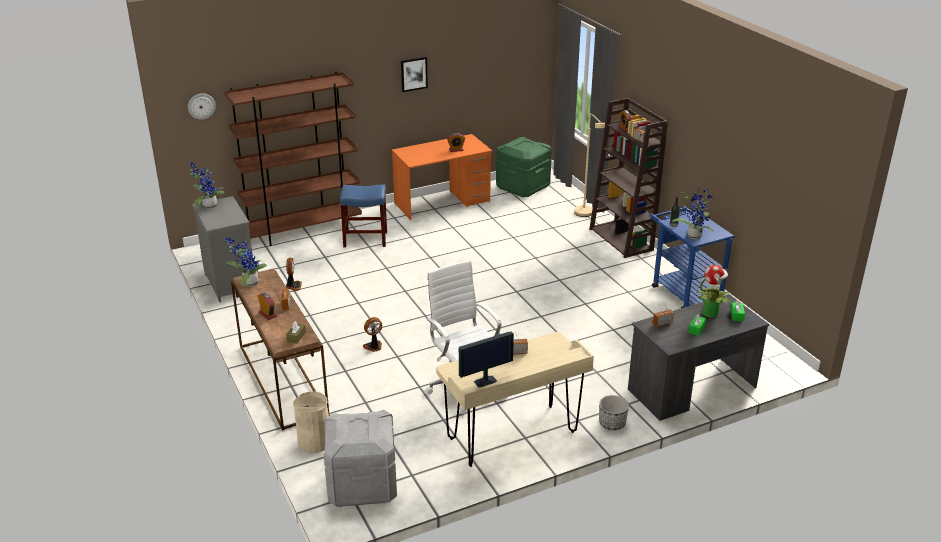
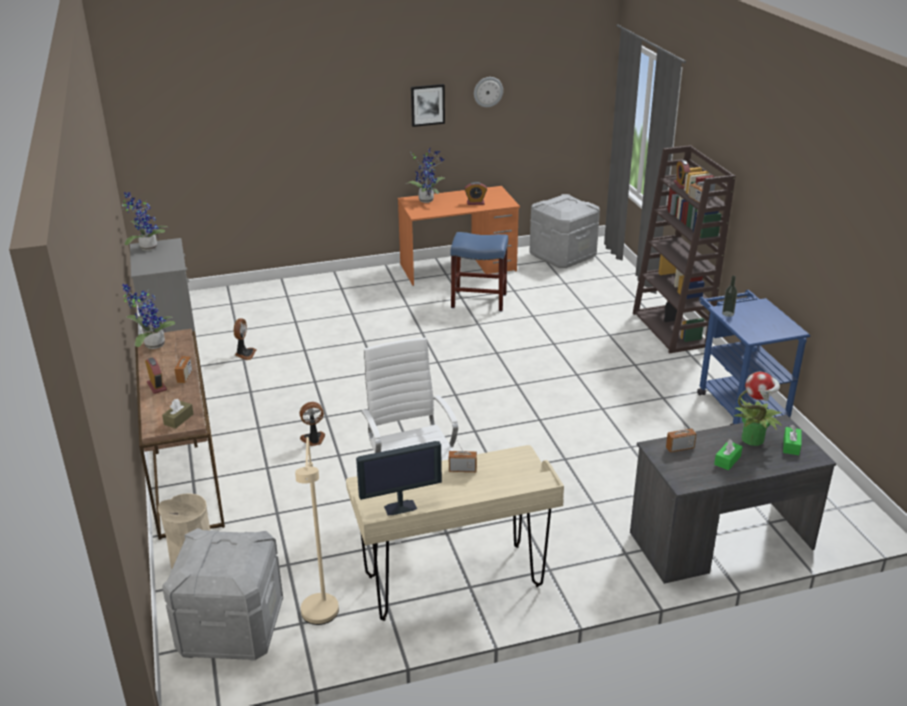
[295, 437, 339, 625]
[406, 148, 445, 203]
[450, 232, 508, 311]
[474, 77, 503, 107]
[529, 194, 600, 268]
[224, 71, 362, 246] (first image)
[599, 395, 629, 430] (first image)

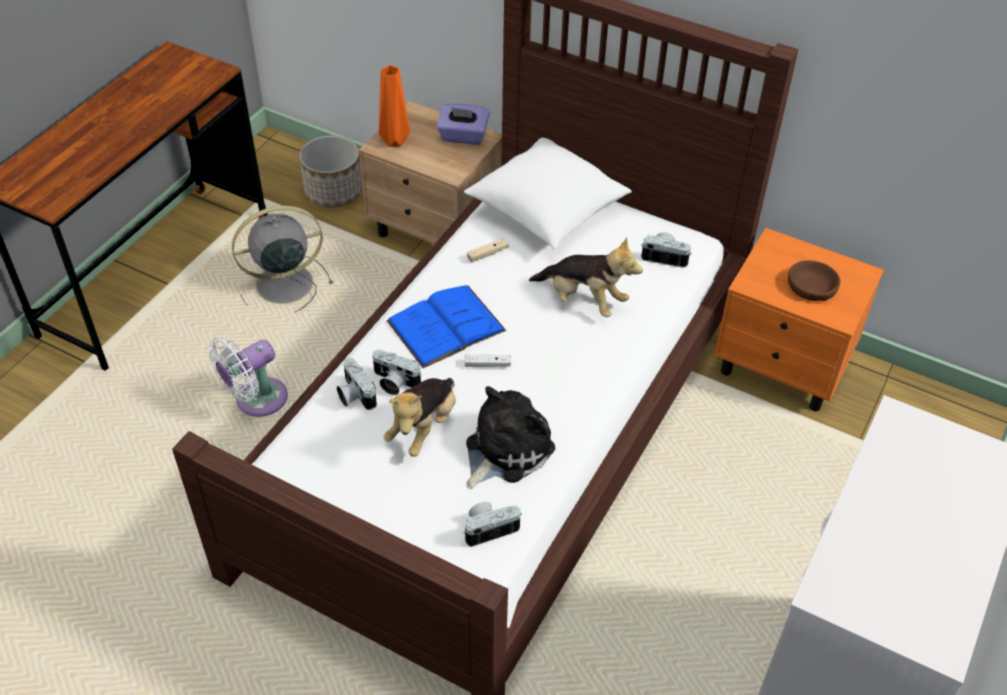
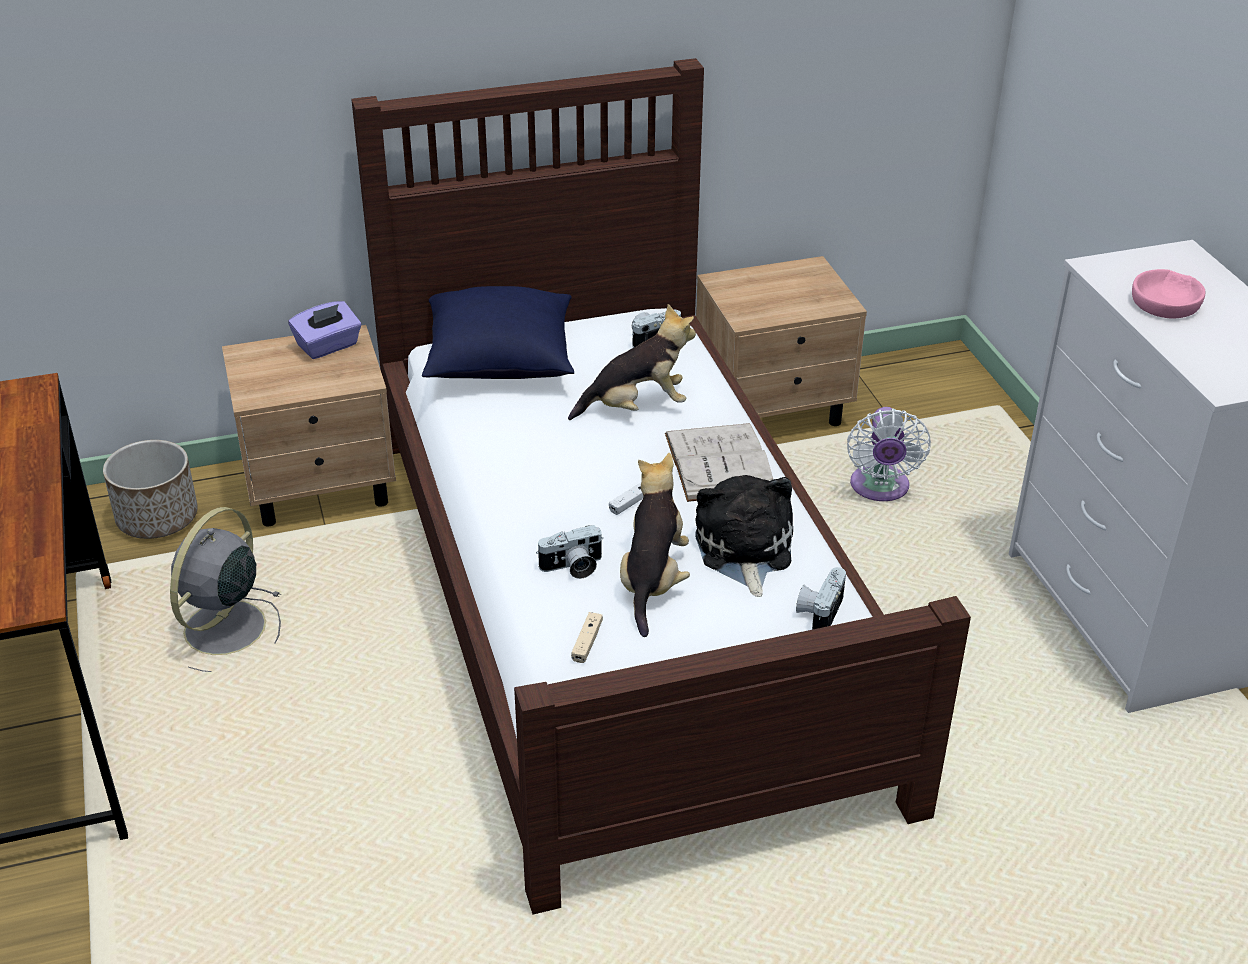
[422, 286, 574, 379]
[571, 612, 603, 663]
[620, 453, 690, 637]
[665, 423, 773, 502]
[696, 256, 867, 426]
[847, 407, 931, 501]
[1132, 269, 1205, 319]
[337, 358, 377, 410] (first image)
[379, 65, 410, 147] (first image)
[387, 285, 506, 368] (first image)
[788, 260, 840, 301] (first image)

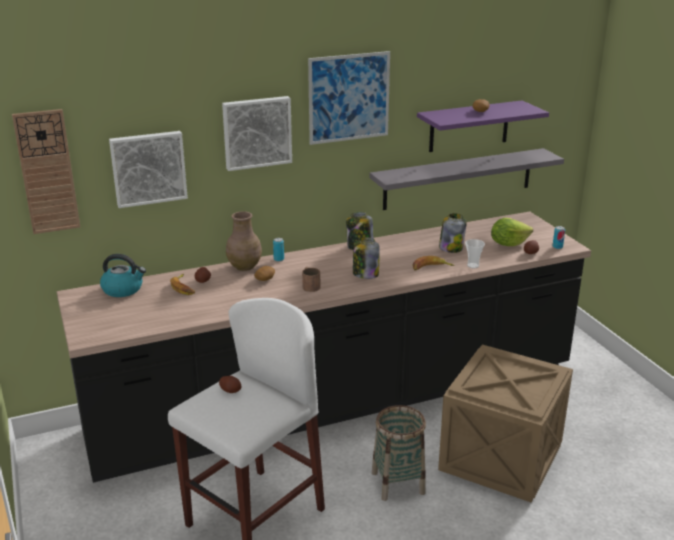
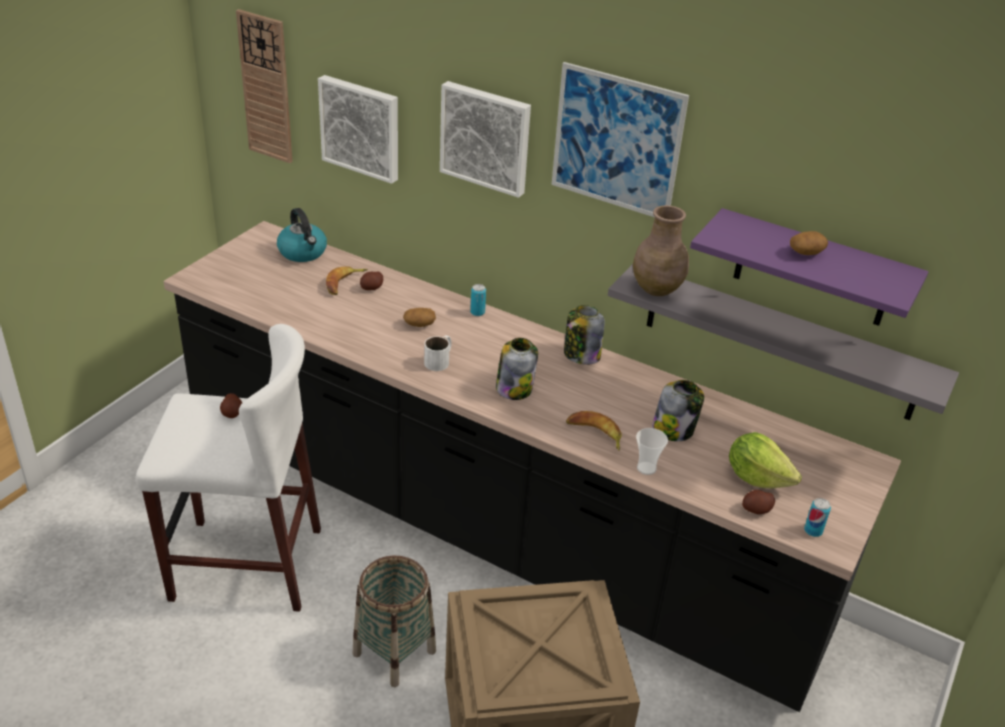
[424, 335, 452, 371]
[633, 205, 689, 296]

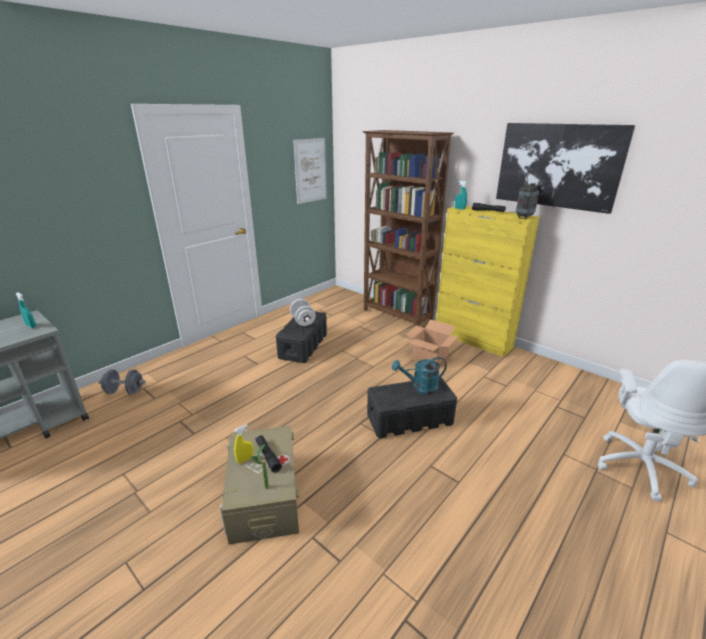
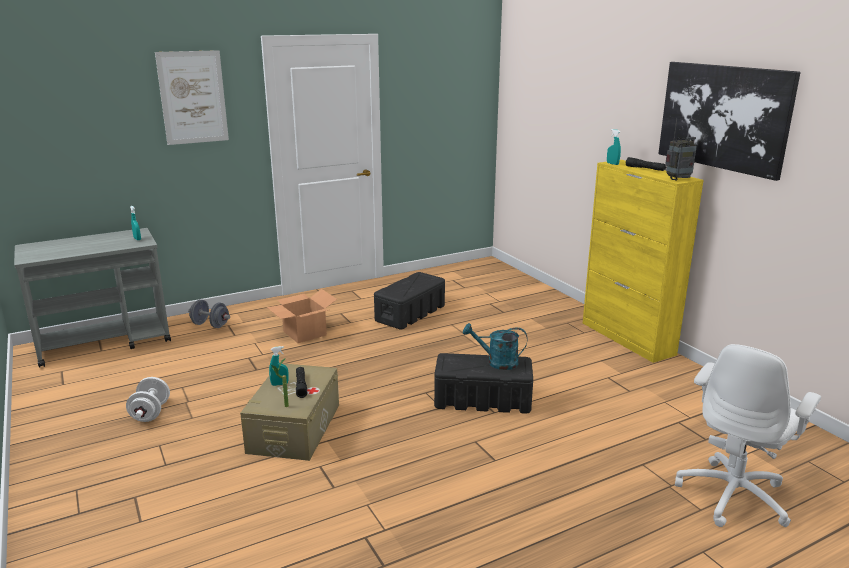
[126, 377, 170, 422]
[155, 50, 229, 145]
[267, 289, 337, 343]
[269, 346, 289, 386]
[362, 130, 454, 326] (first image)

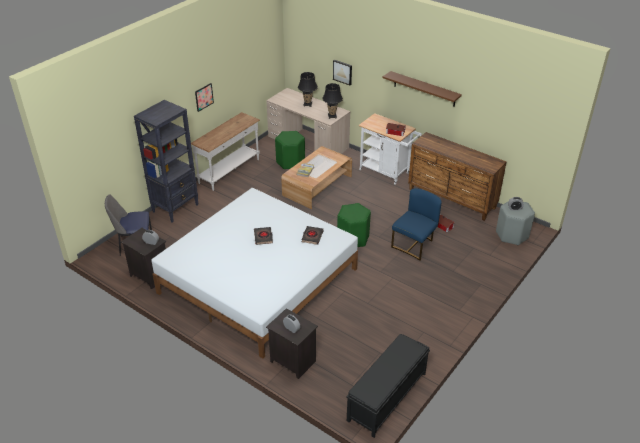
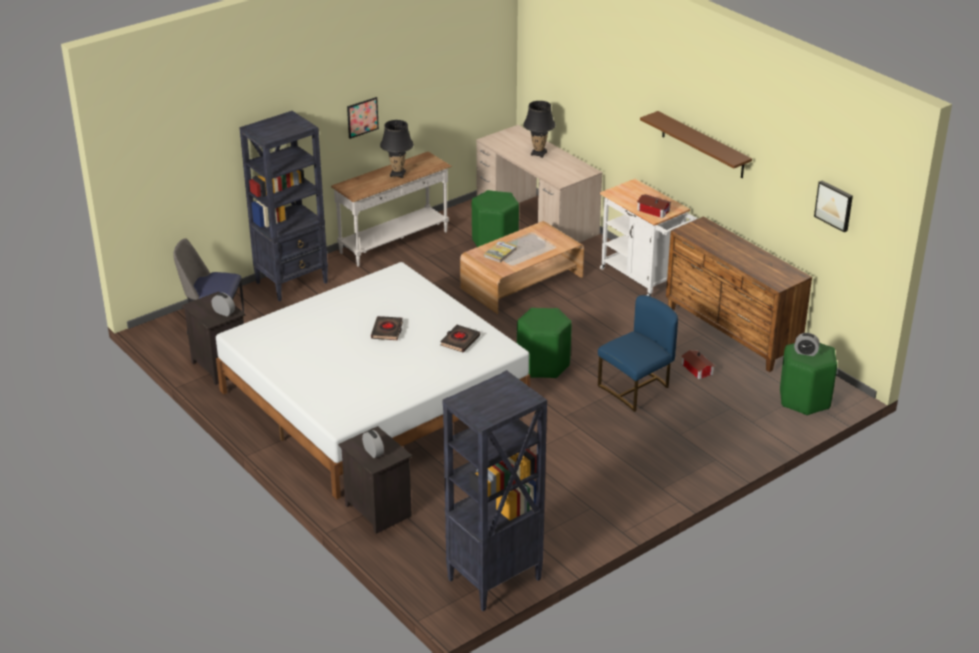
[380, 120, 414, 178]
[442, 370, 547, 611]
[780, 343, 837, 416]
[814, 181, 853, 232]

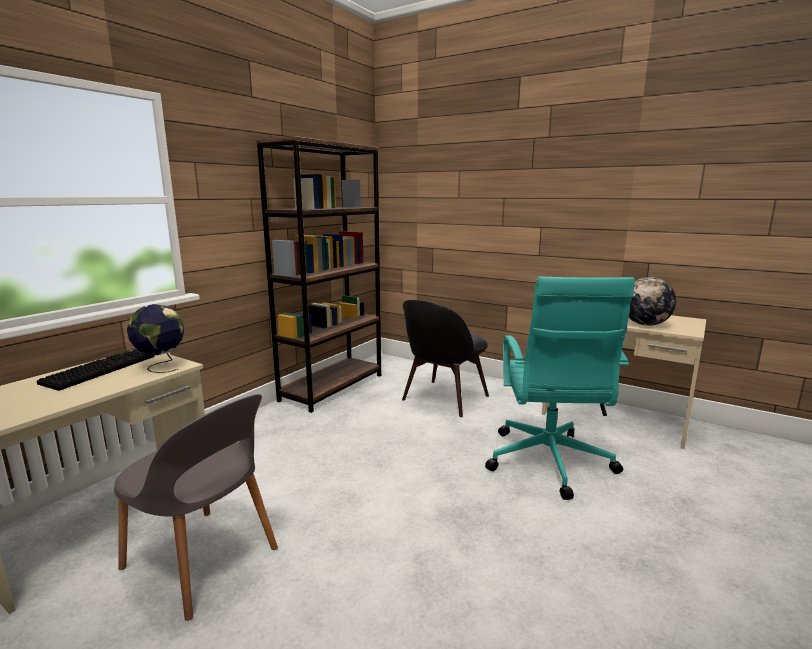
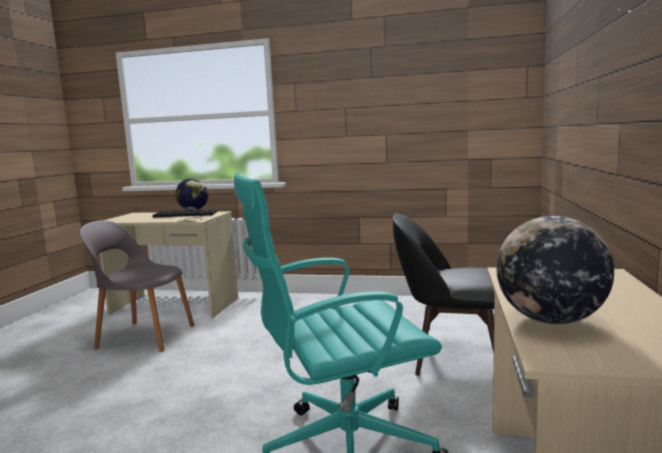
[79, 220, 194, 352]
[256, 136, 381, 413] (first image)

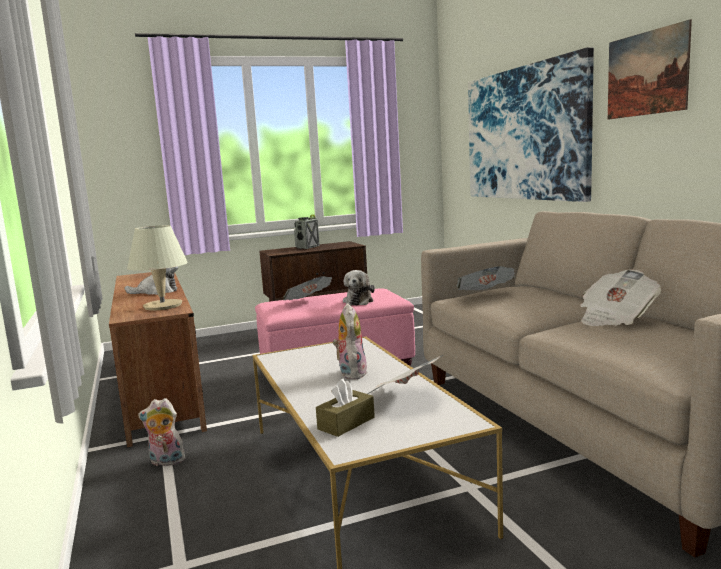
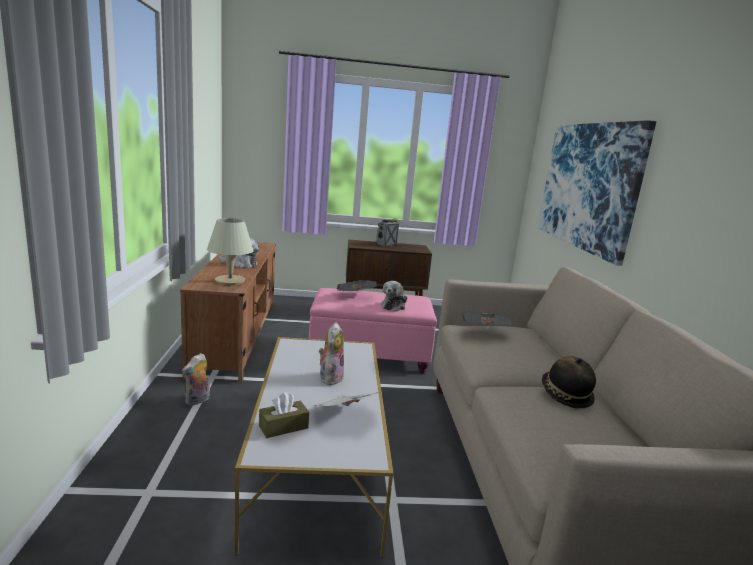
[182, 353, 210, 406]
[542, 356, 596, 409]
[608, 19, 692, 119] (first image)

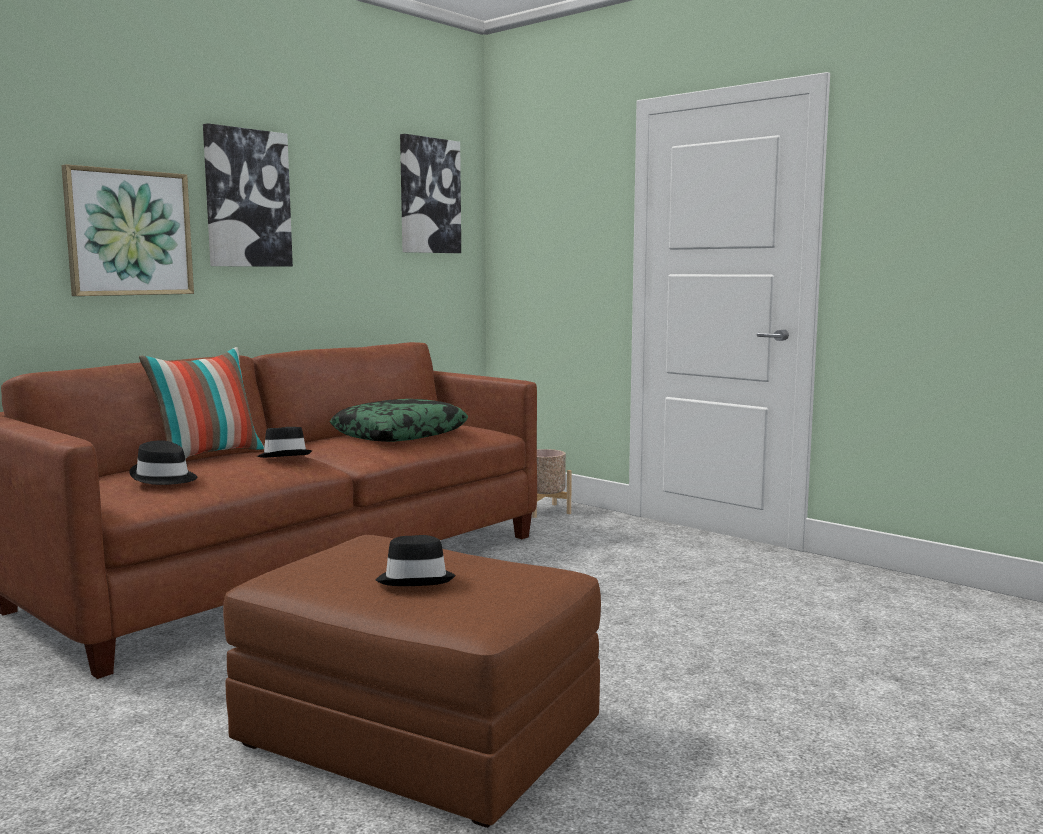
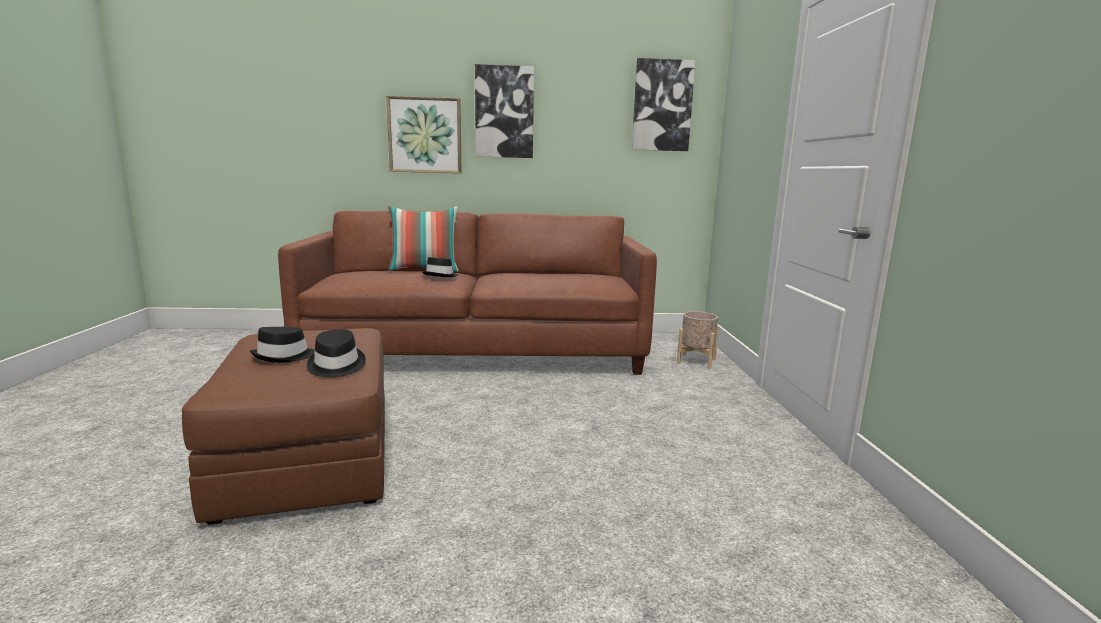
[307, 329, 366, 378]
[330, 399, 468, 442] (first image)

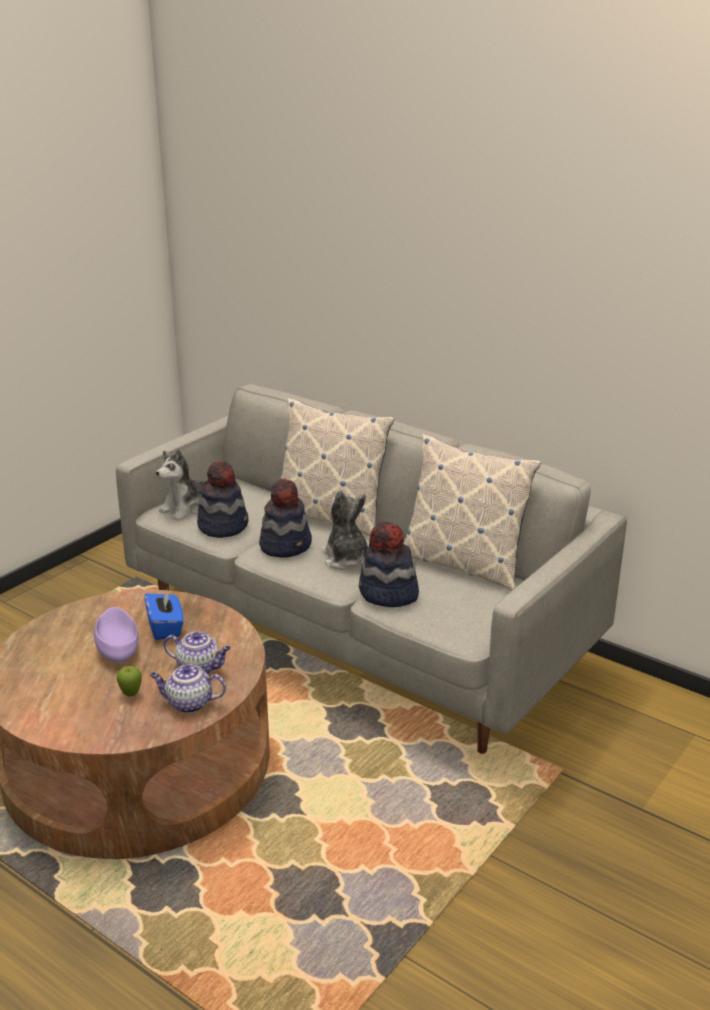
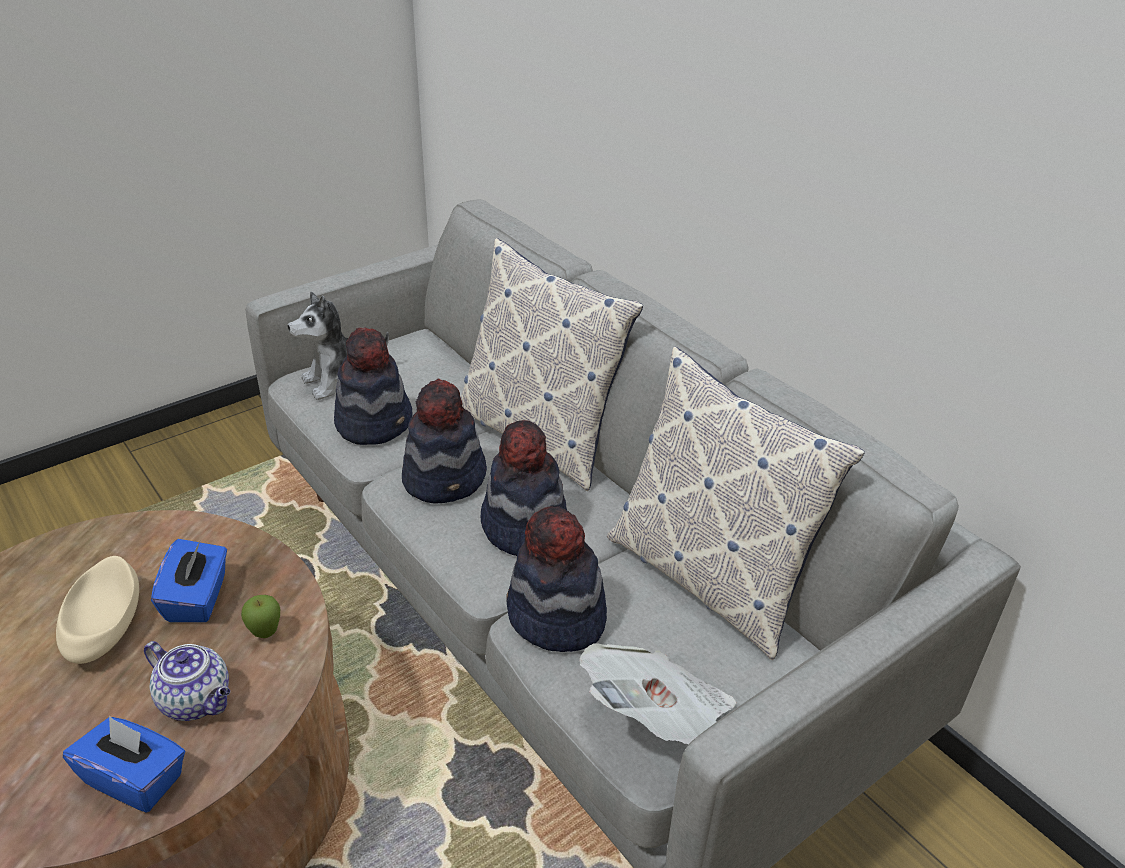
[56, 556, 139, 664]
[63, 715, 185, 813]
[241, 595, 280, 638]
[480, 420, 567, 556]
[580, 643, 736, 744]

